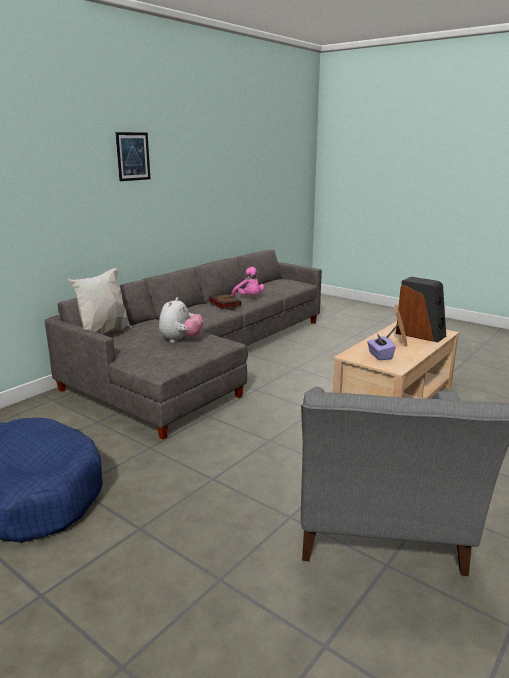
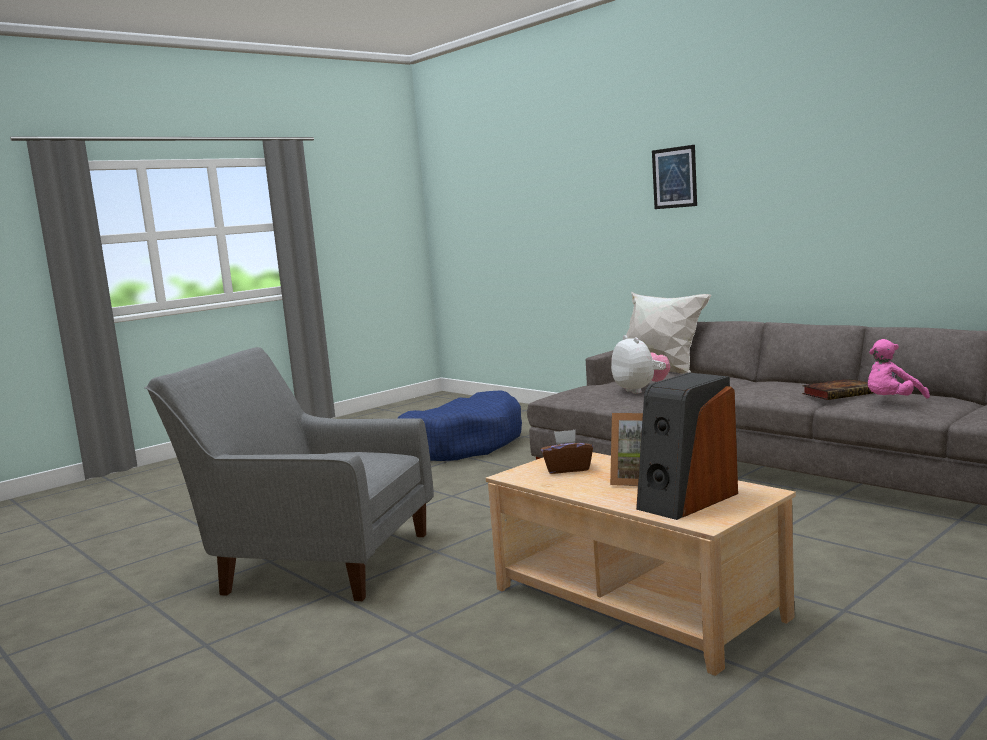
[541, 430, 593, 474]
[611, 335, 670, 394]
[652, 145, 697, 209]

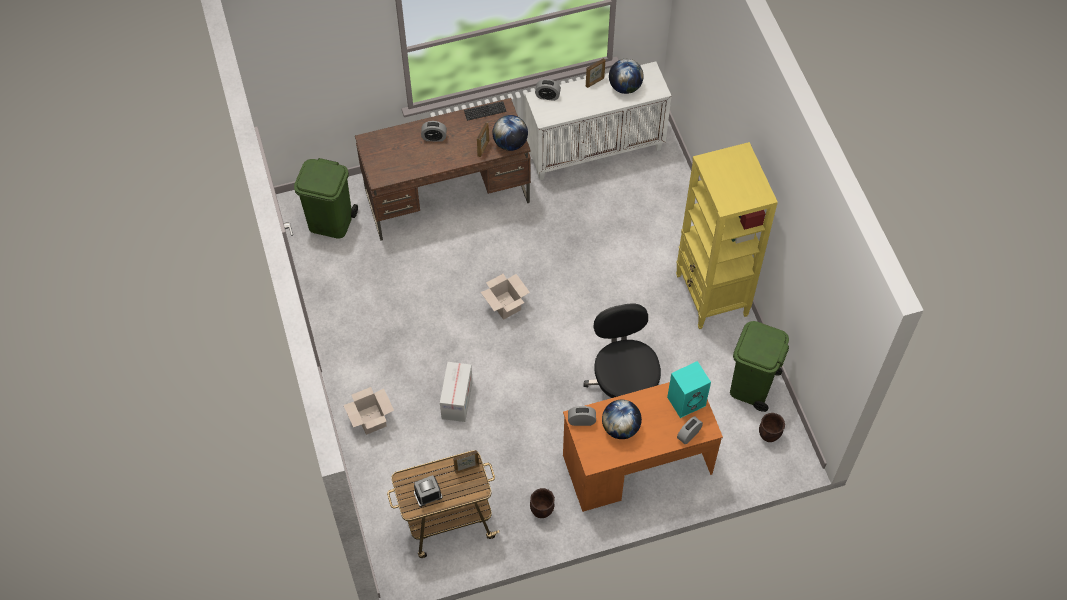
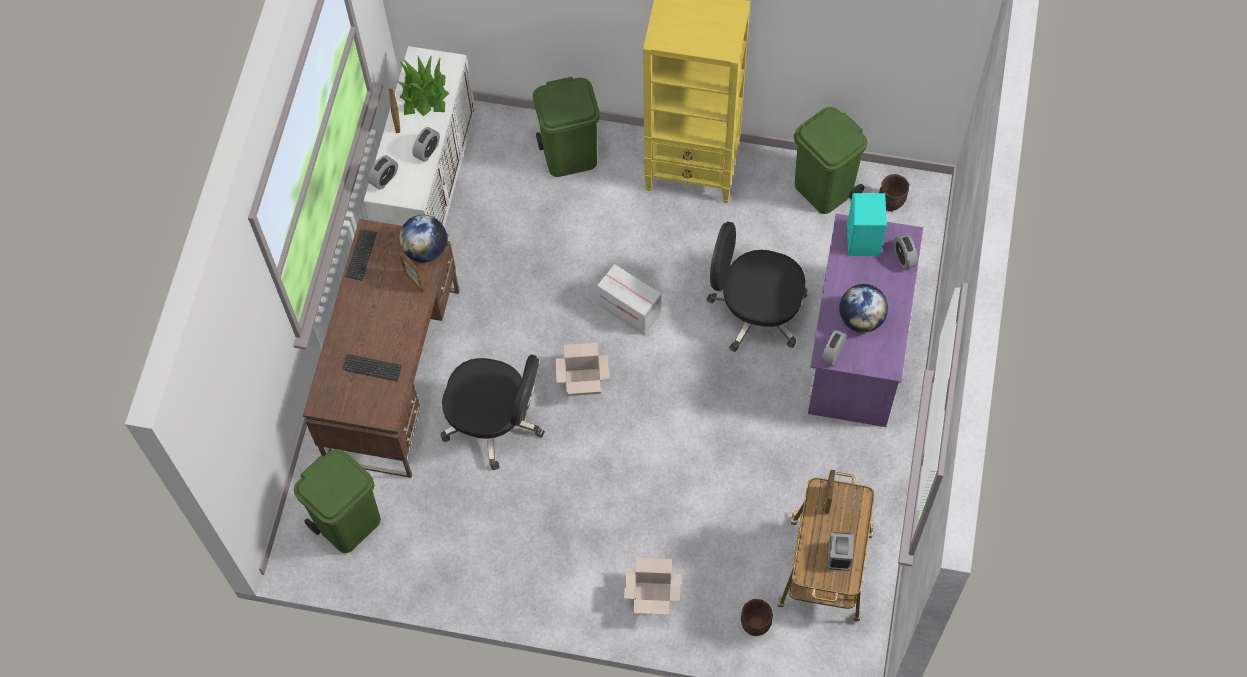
[343, 354, 402, 382]
[398, 55, 449, 117]
[412, 127, 440, 162]
[440, 355, 545, 470]
[533, 77, 600, 177]
[597, 264, 661, 335]
[741, 599, 773, 636]
[808, 214, 923, 427]

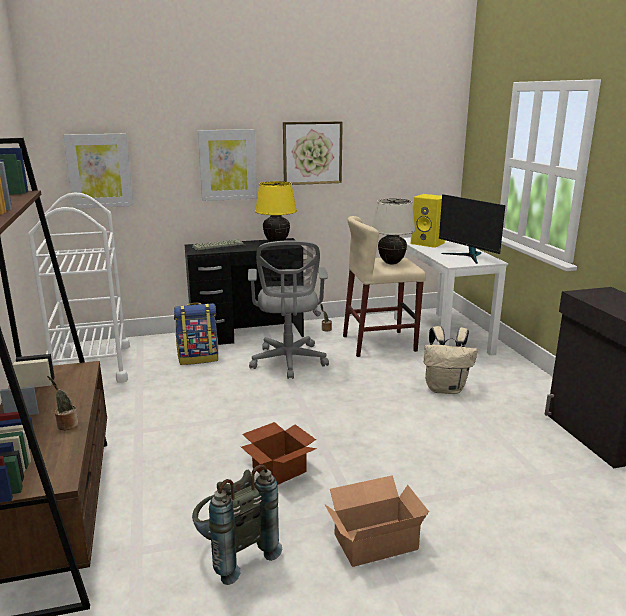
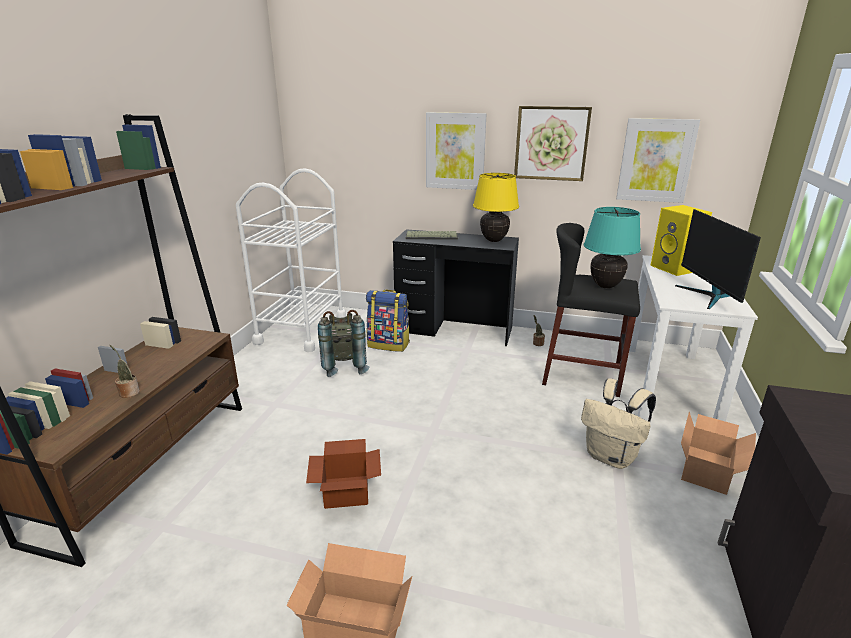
[318, 310, 369, 377]
[542, 223, 640, 397]
[584, 207, 641, 288]
[616, 118, 700, 203]
[681, 412, 756, 495]
[248, 240, 329, 379] (first image)

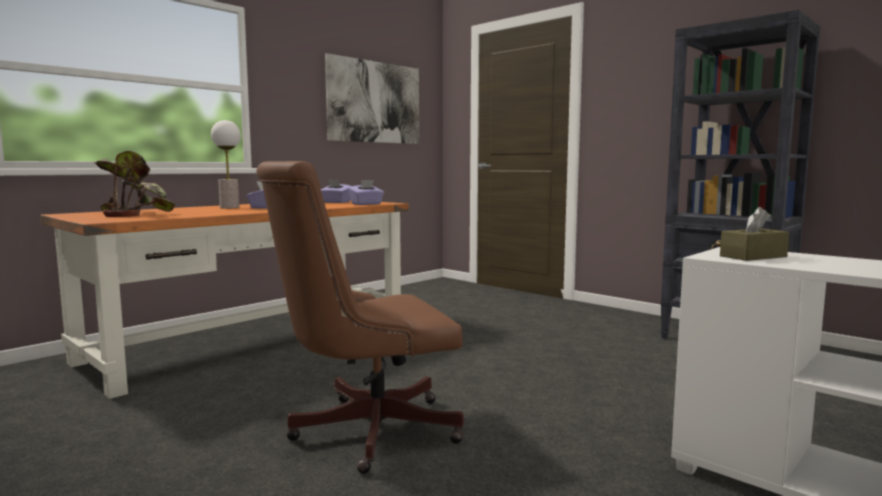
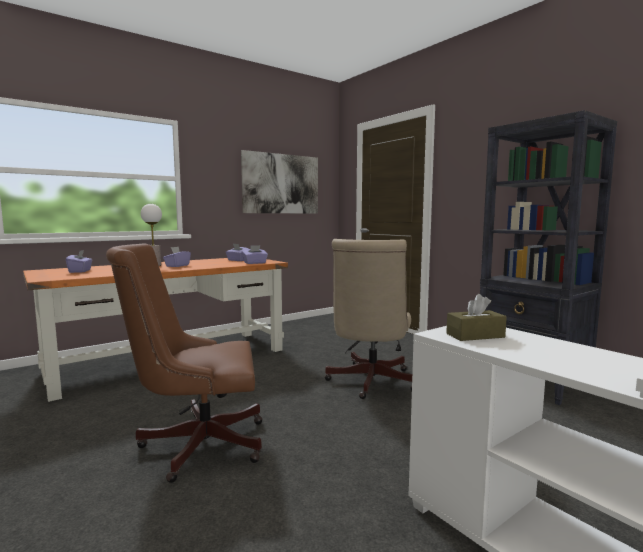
[66, 250, 92, 273]
[325, 239, 412, 399]

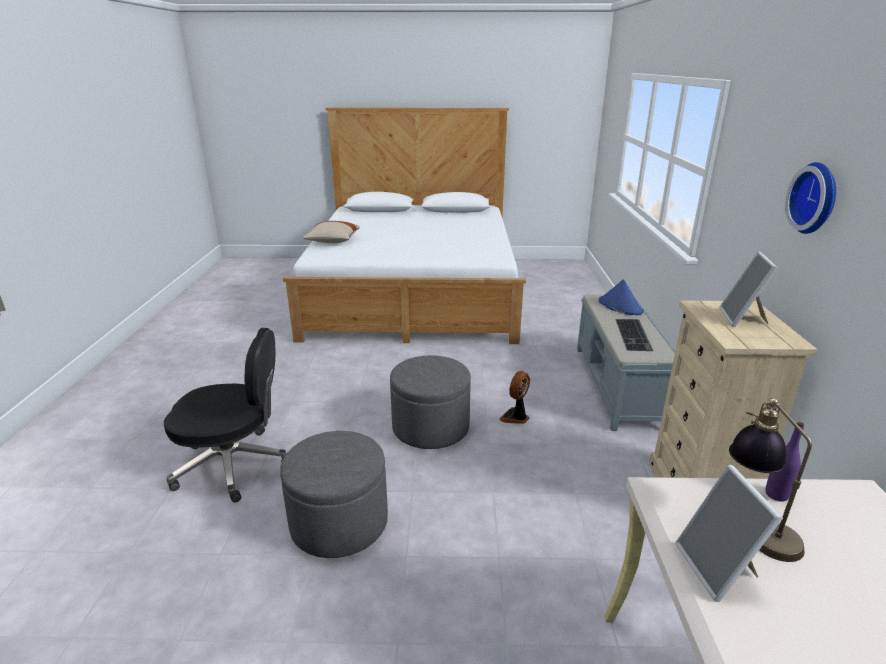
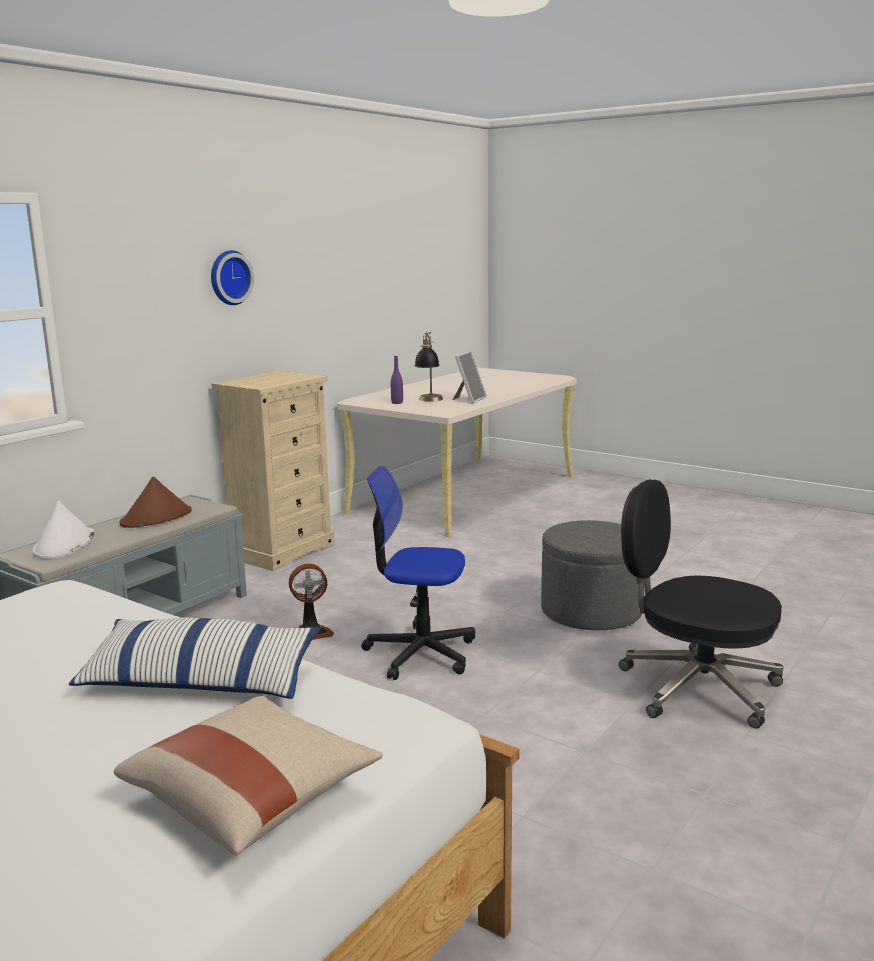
[32, 501, 94, 559]
[69, 617, 321, 699]
[119, 476, 192, 528]
[361, 465, 475, 680]
[720, 252, 778, 327] (first image)

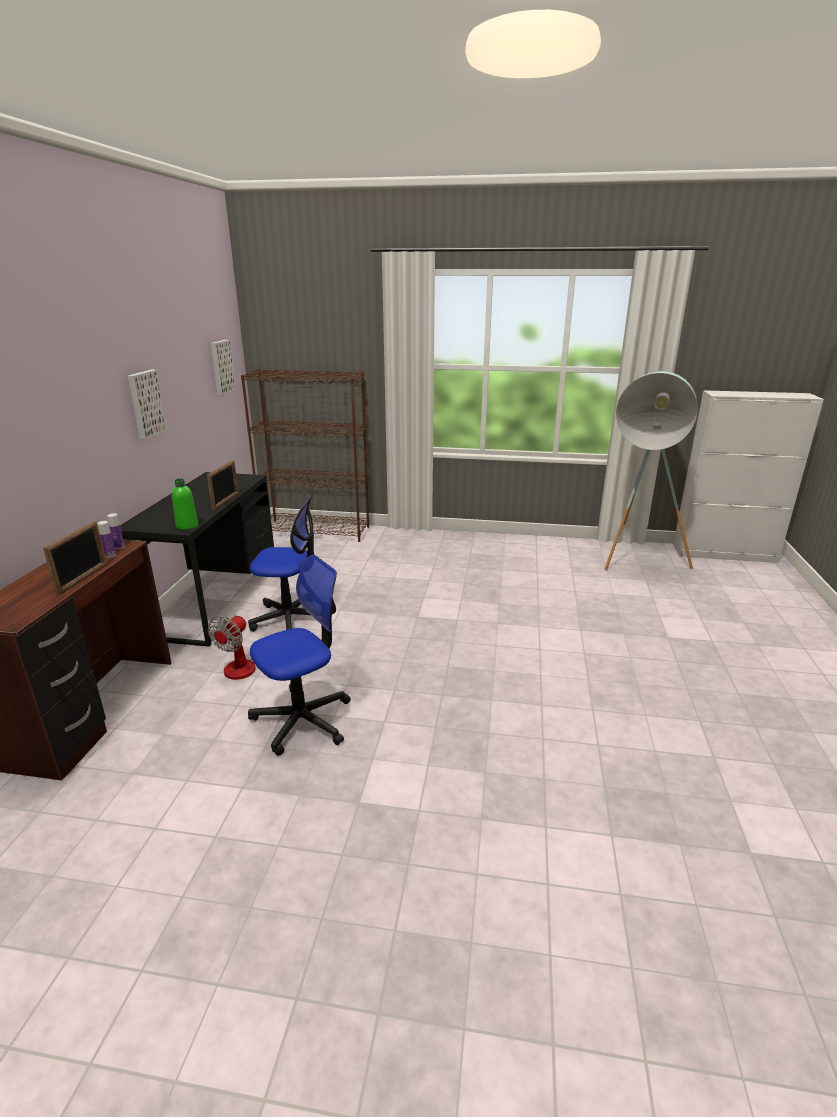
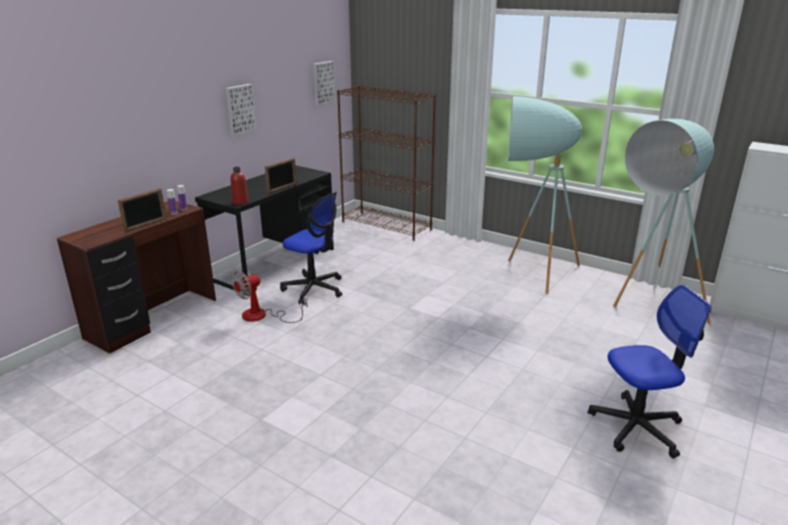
[231, 167, 248, 205]
[508, 96, 582, 294]
[588, 285, 712, 458]

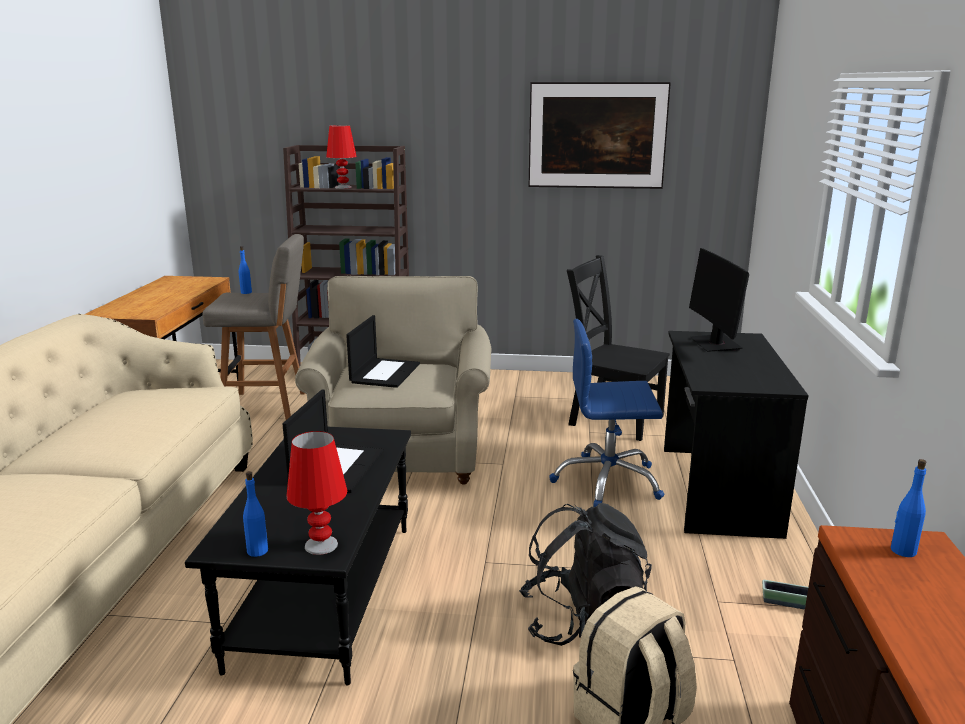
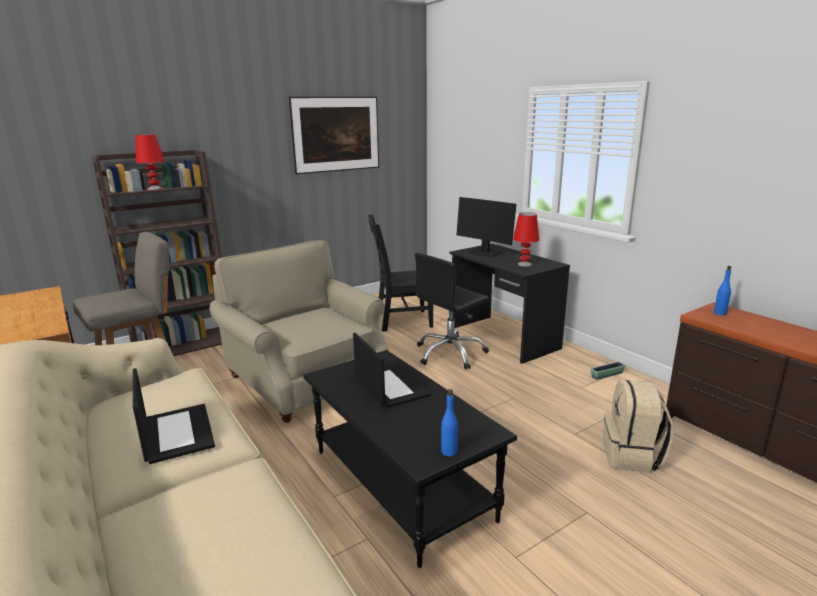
[133, 368, 215, 464]
[415, 253, 489, 370]
[513, 212, 539, 267]
[239, 246, 252, 294] (first image)
[519, 503, 652, 646] (first image)

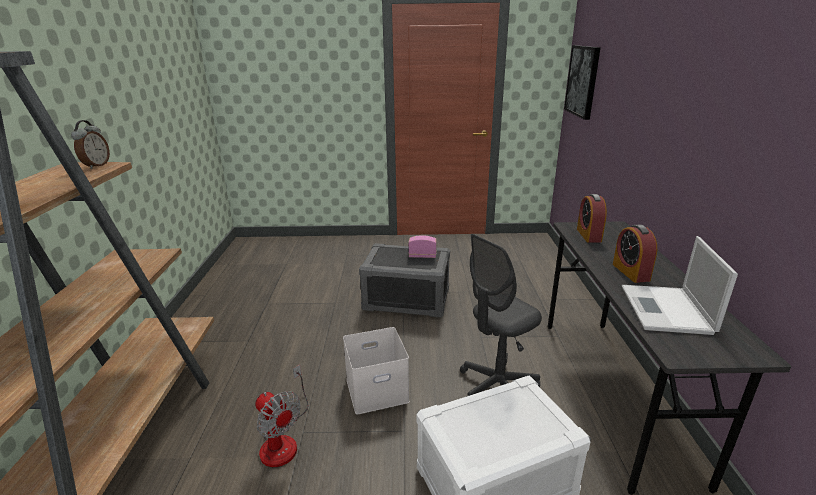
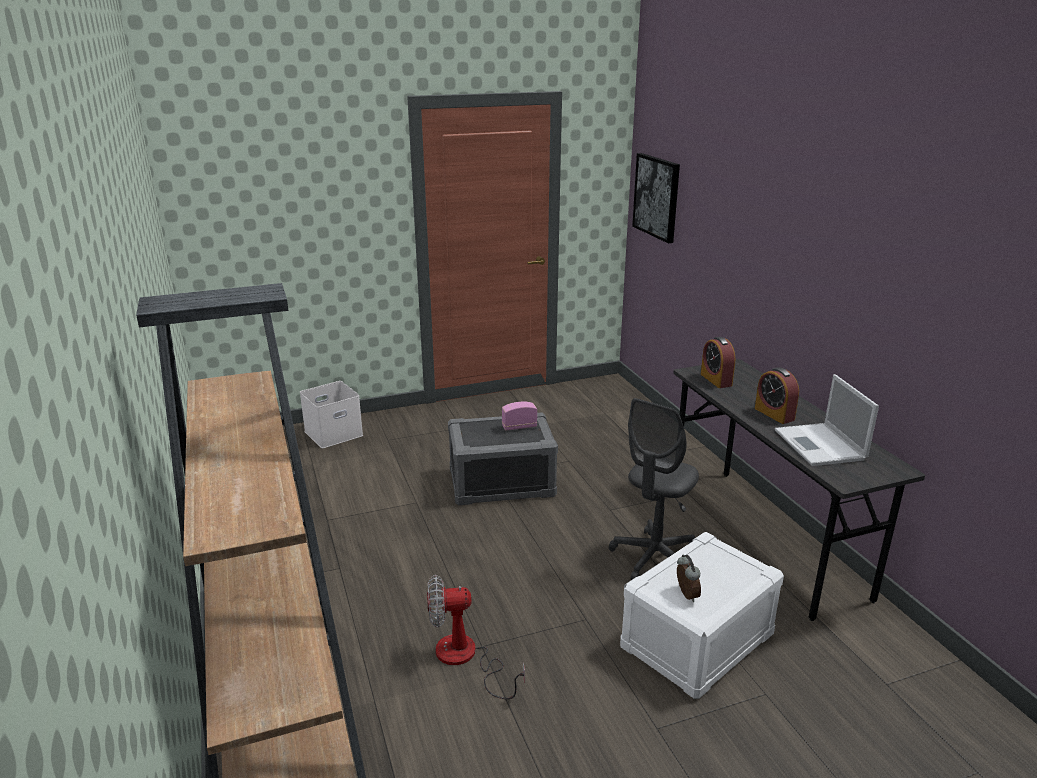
[300, 381, 363, 448]
[427, 575, 525, 699]
[677, 555, 701, 602]

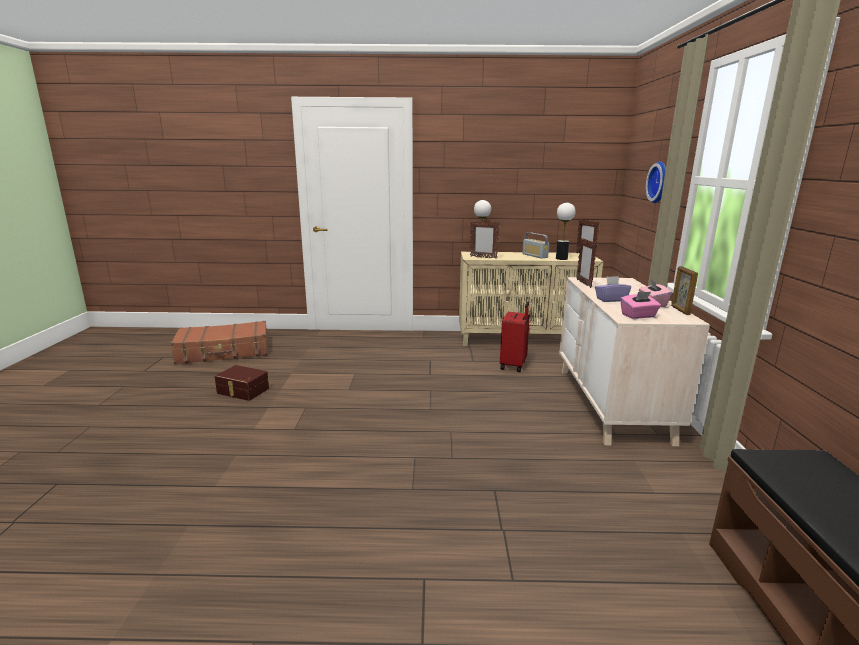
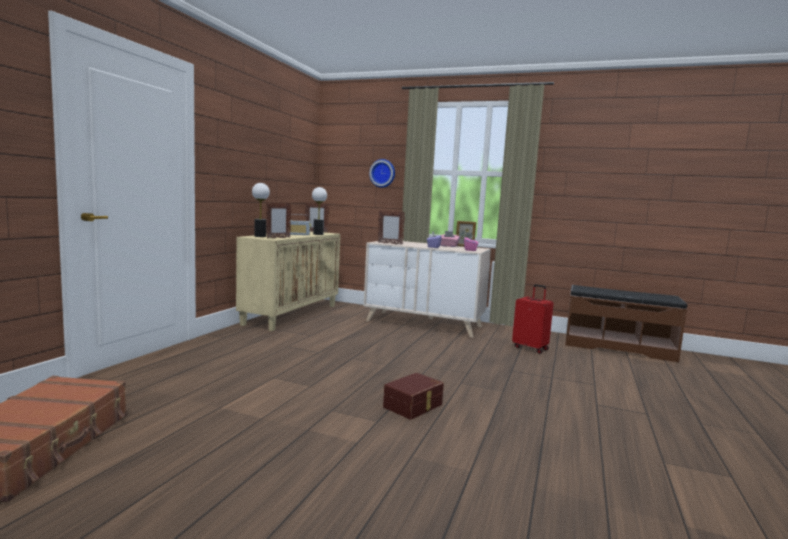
[383, 373, 444, 420]
[512, 284, 554, 354]

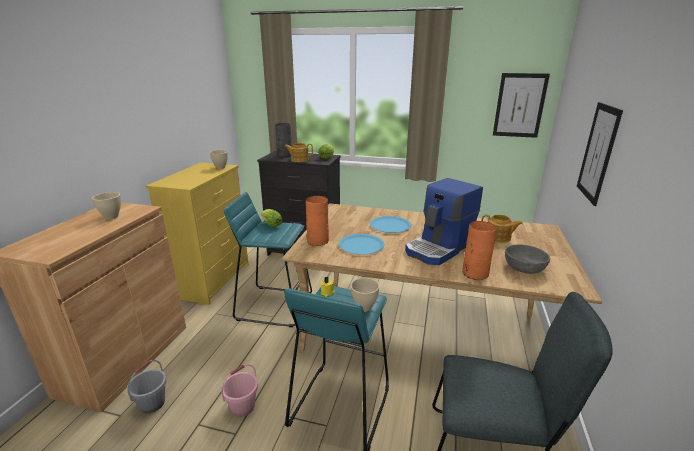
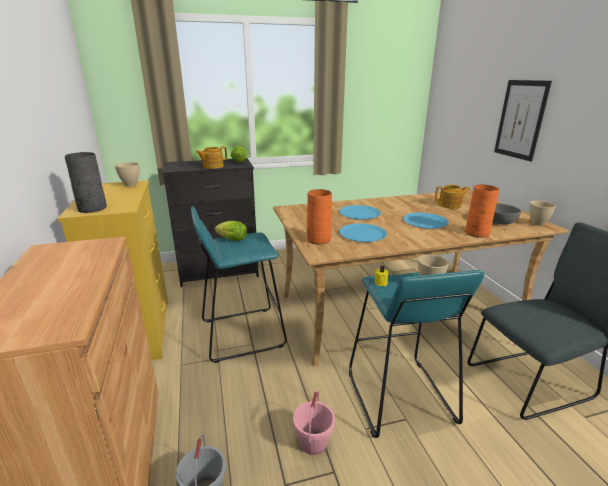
[65, 152, 107, 213]
[403, 213, 449, 229]
[529, 201, 556, 226]
[493, 73, 550, 138] (first image)

